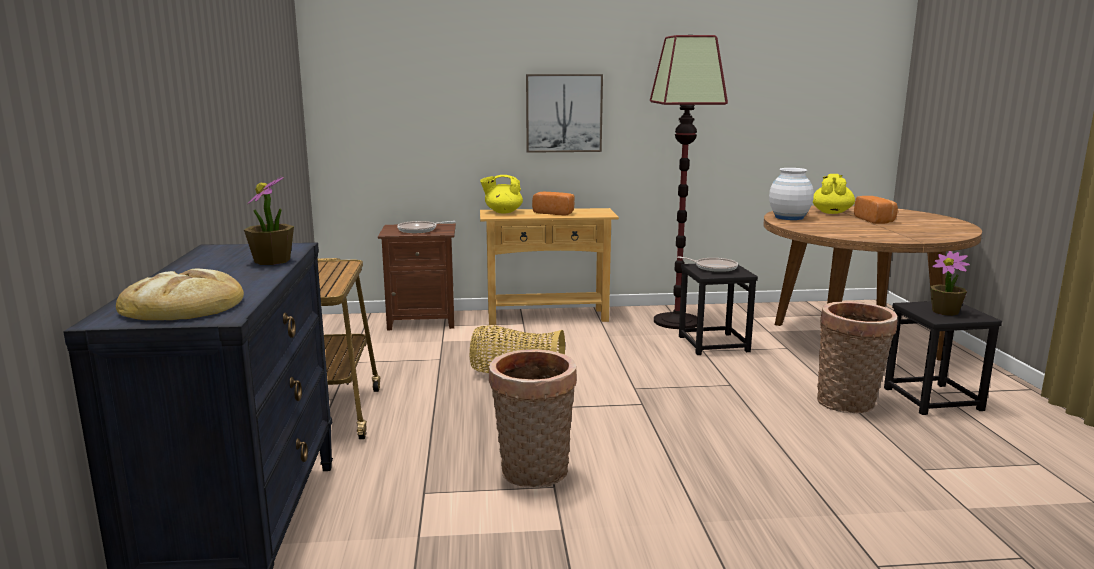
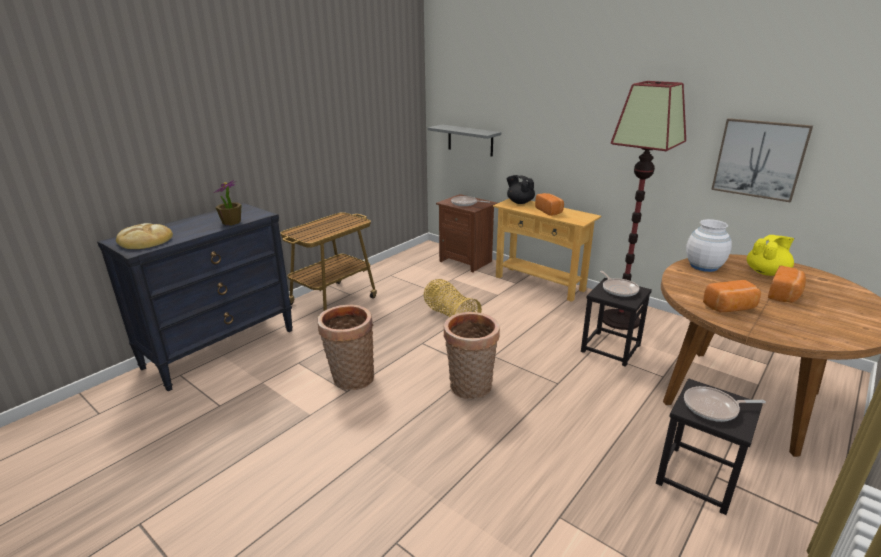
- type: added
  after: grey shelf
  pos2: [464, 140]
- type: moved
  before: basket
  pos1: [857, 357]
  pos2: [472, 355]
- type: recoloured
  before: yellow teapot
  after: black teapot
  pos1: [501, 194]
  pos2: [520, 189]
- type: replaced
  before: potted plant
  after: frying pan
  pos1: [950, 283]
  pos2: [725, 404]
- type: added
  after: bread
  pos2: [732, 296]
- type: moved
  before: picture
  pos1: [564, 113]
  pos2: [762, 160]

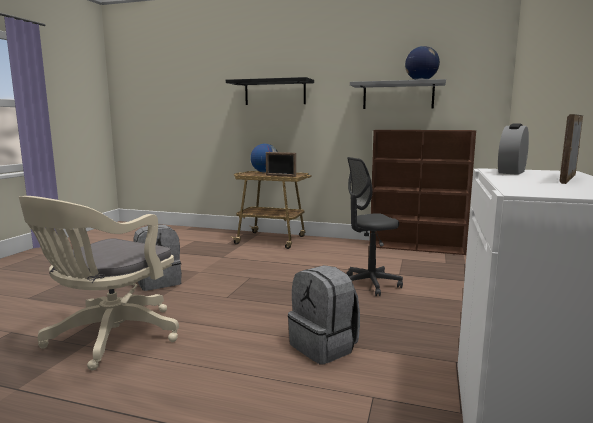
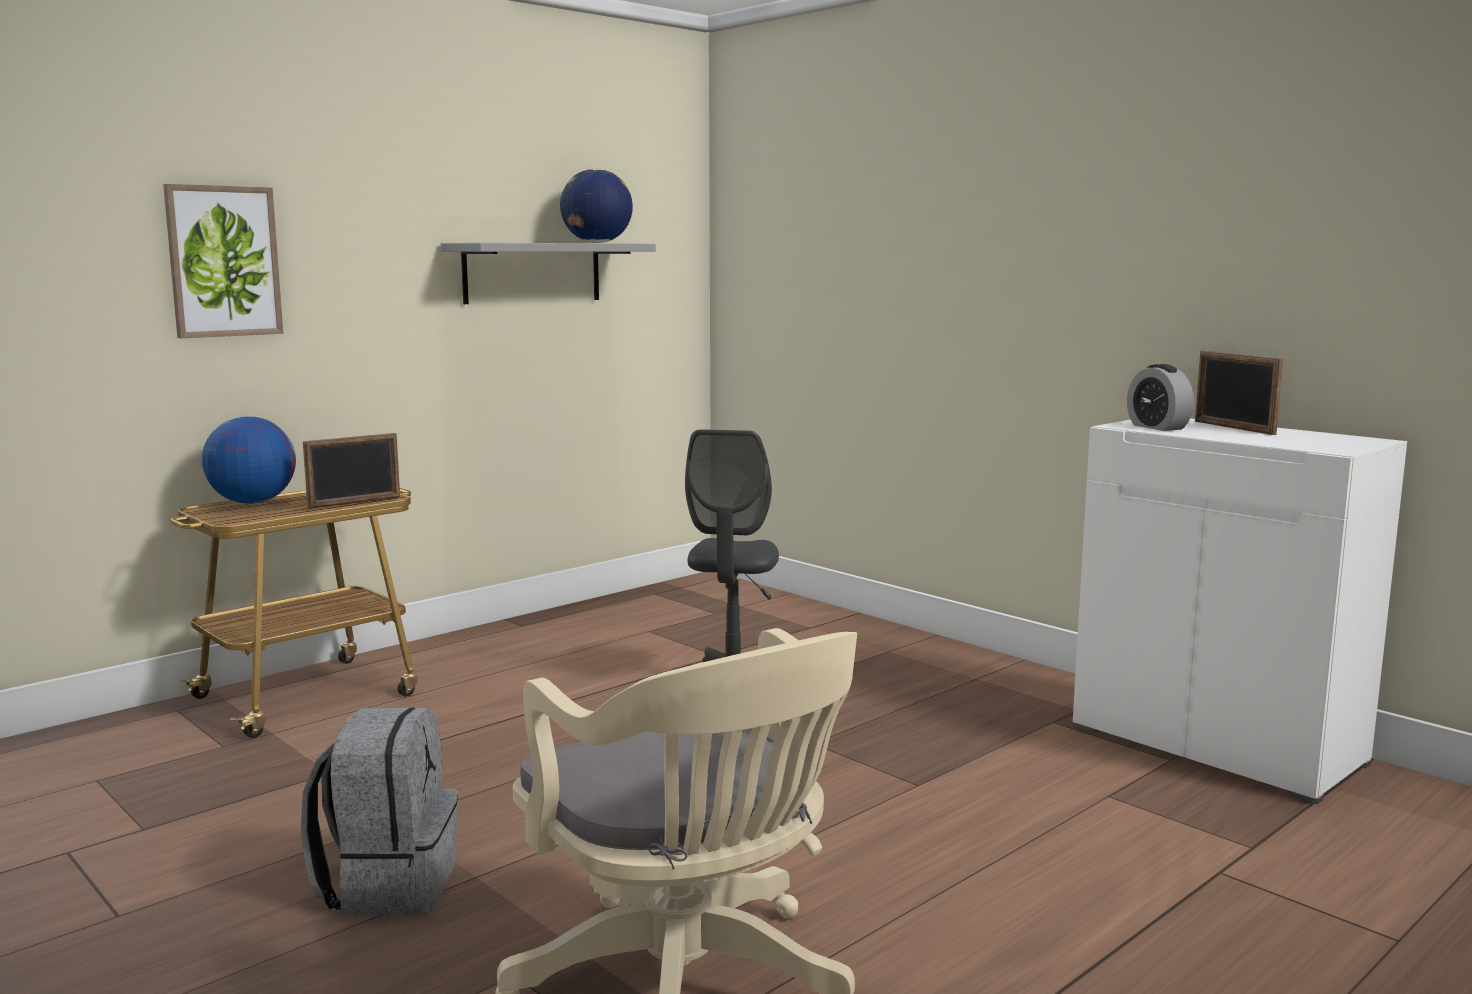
- type: replaced
  before: black shelf
  after: picture
  pos1: [270, 91]
  pos2: [223, 261]
- type: removed
  before: grey backpack
  pos1: [324, 314]
- type: removed
  before: brown bookcase
  pos1: [422, 192]

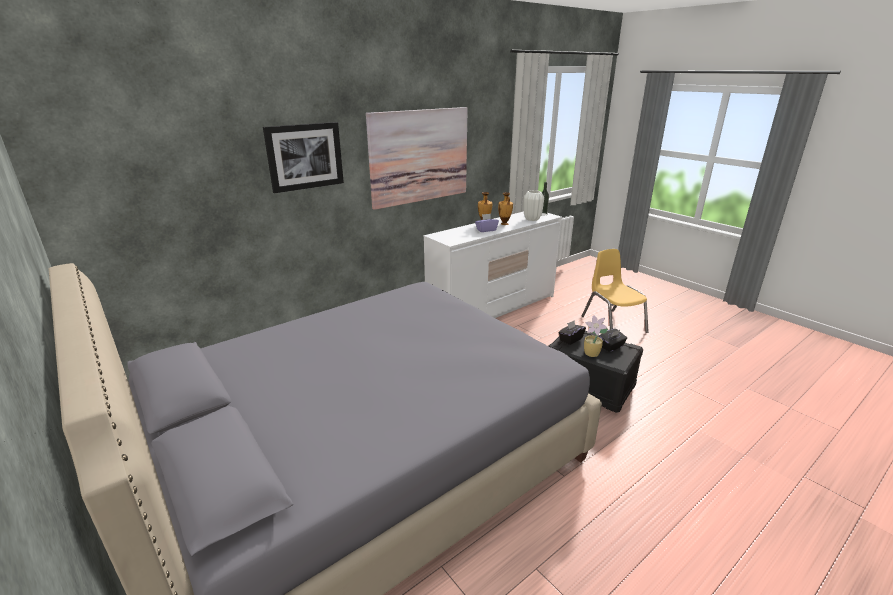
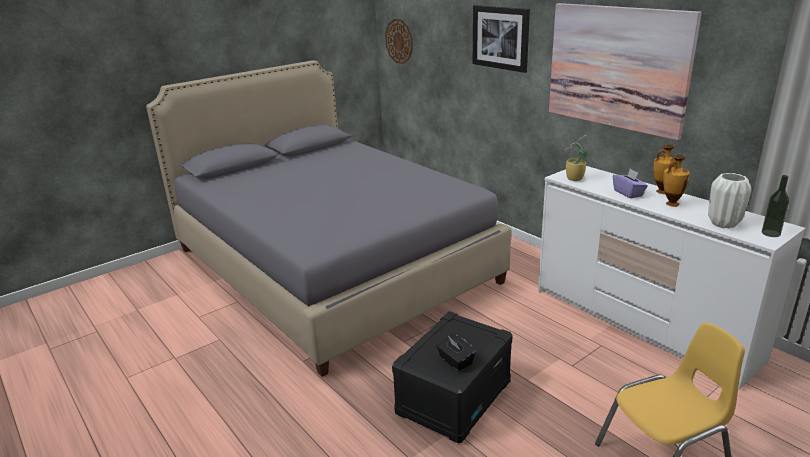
- type: added
  after: wall clock
  pos2: [399, 41]
- type: moved
  before: potted plant
  pos1: [596, 336]
  pos2: [577, 158]
- type: removed
  before: black tissue box
  pos1: [572, 332]

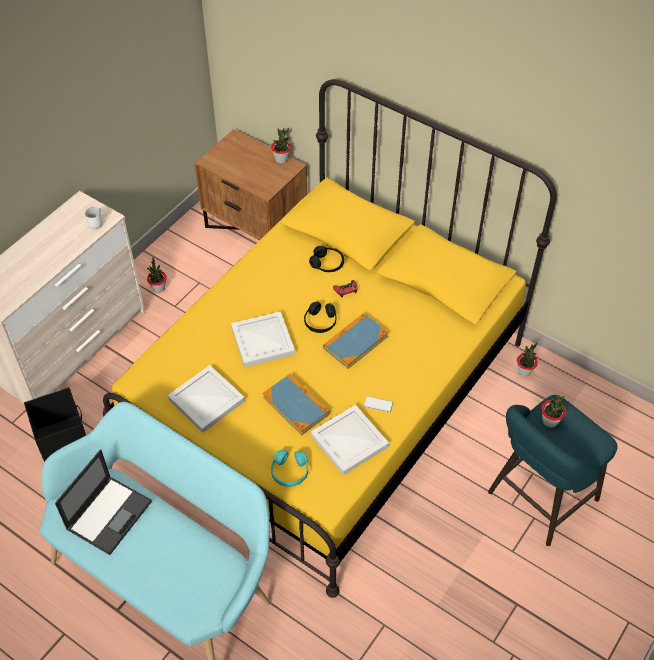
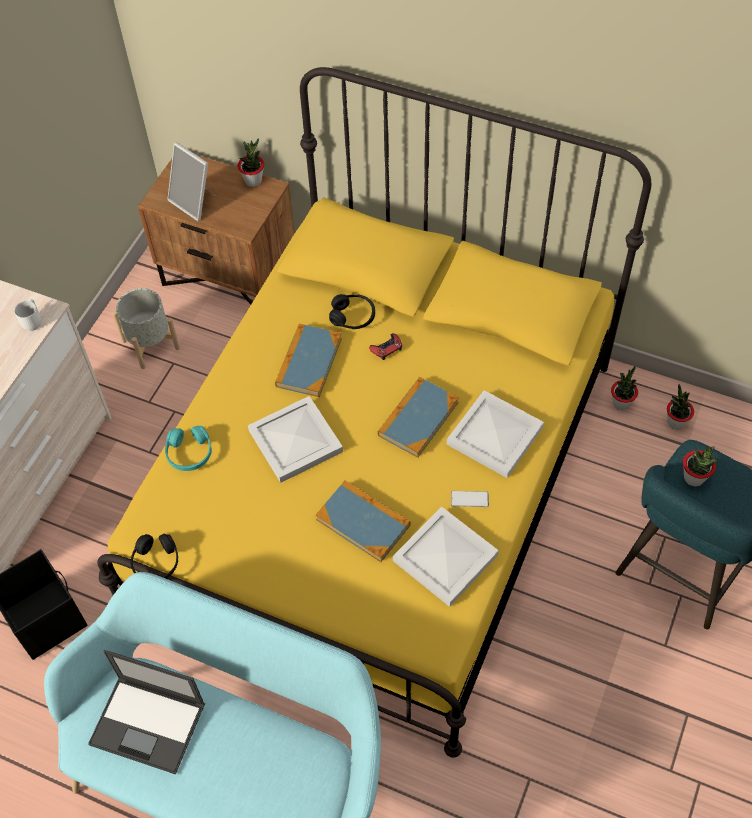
- type: turned
  before: laptop
  pos1: [103, 502]
  pos2: [146, 712]
  turn: 90
- type: added
  after: grey planter
  pos2: [146, 328]
- type: moved
  before: black headphones
  pos1: [320, 317]
  pos2: [154, 556]
- type: moved
  before: turquoise headphones
  pos1: [289, 468]
  pos2: [188, 448]
- type: added
  after: picture frame
  pos2: [191, 181]
- type: added
  after: book
  pos2: [308, 360]
- type: moved
  before: white tray
  pos1: [206, 399]
  pos2: [495, 434]
- type: moved
  before: potted plant
  pos1: [157, 275]
  pos2: [680, 406]

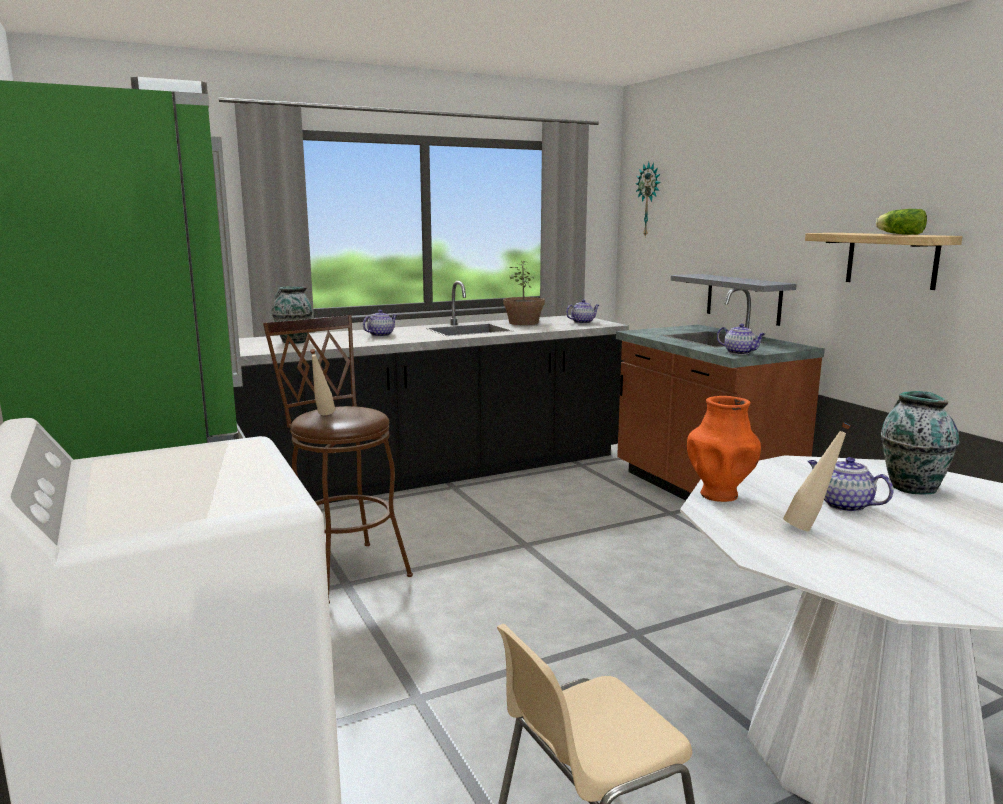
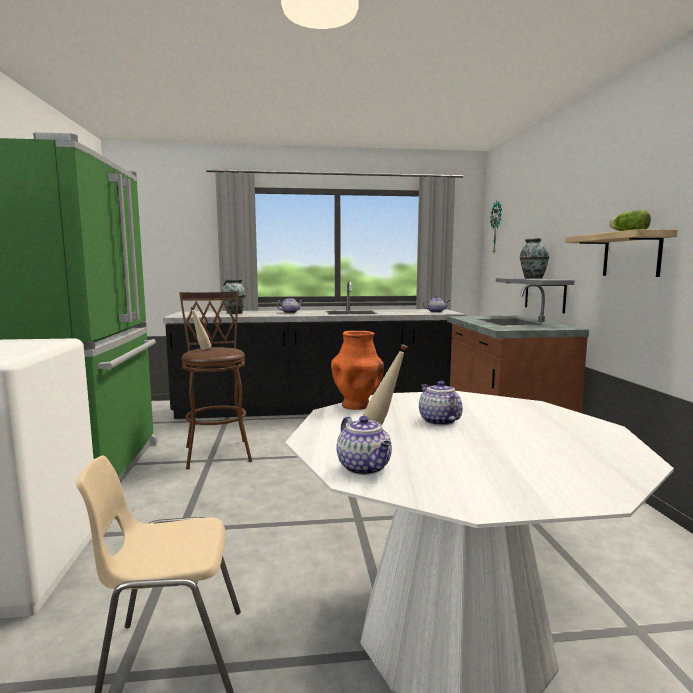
- type: moved
  before: teapot
  pos1: [741, 339]
  pos2: [364, 445]
- type: moved
  before: vase
  pos1: [920, 442]
  pos2: [534, 258]
- type: removed
  before: potted plant
  pos1: [524, 293]

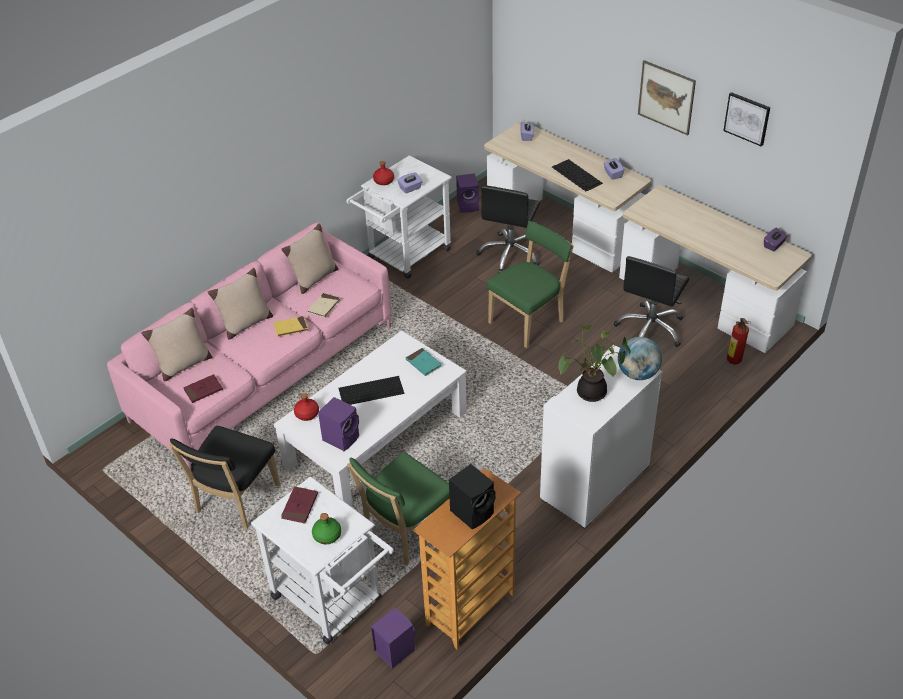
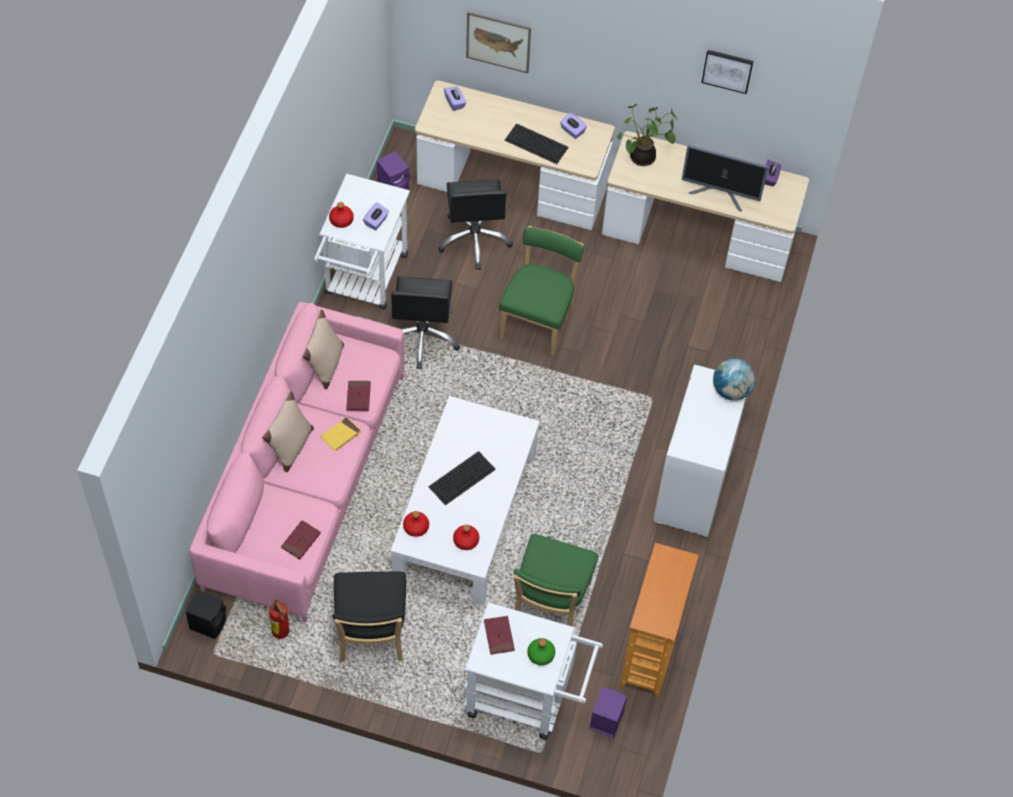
- type: moved
  before: black speaker
  pos1: [472, 496]
  pos2: [205, 614]
- type: moved
  before: fire extinguisher
  pos1: [738, 341]
  pos2: [279, 619]
- type: recoloured
  before: beige book
  after: red book
  pos1: [323, 305]
  pos2: [358, 396]
- type: moved
  before: black office chair
  pos1: [651, 301]
  pos2: [425, 322]
- type: replaced
  before: purple speaker
  after: red bottle
  pos1: [338, 424]
  pos2: [466, 537]
- type: moved
  before: picture
  pos1: [667, 97]
  pos2: [498, 42]
- type: moved
  before: potted plant
  pos1: [595, 363]
  pos2: [647, 135]
- type: added
  after: monitor
  pos2: [725, 178]
- type: removed
  before: beige pillow
  pos1: [177, 344]
- type: removed
  before: turquoise book
  pos1: [424, 362]

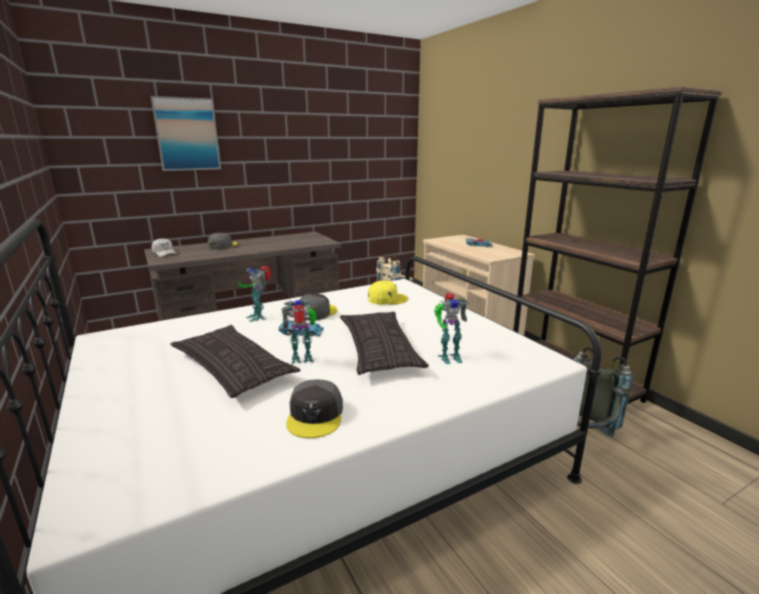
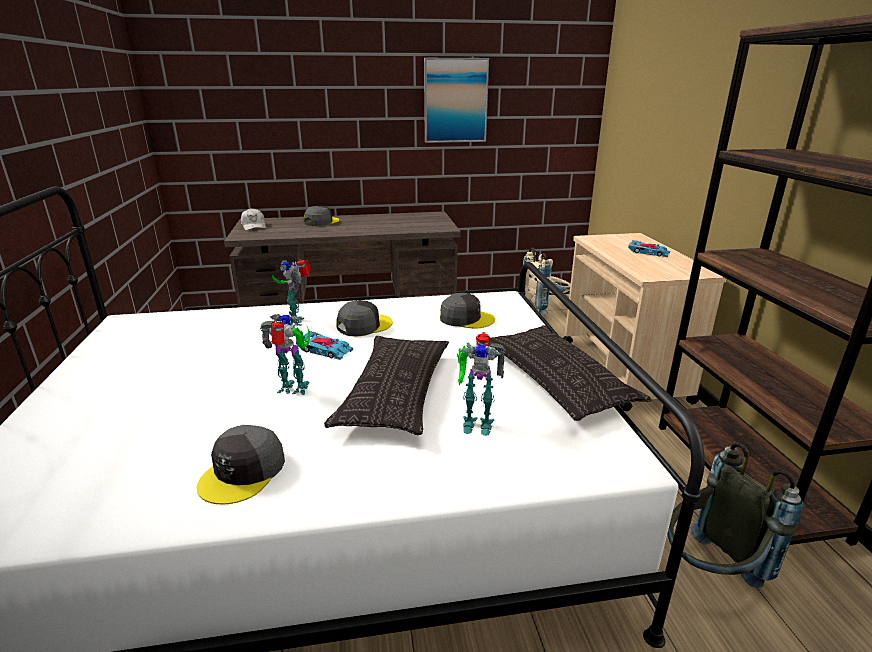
- type: moved
  before: picture
  pos1: [186, 133]
  pos2: [456, 100]
- type: recoloured
  before: yellow cap
  after: grey cap
  pos1: [388, 293]
  pos2: [467, 311]
- type: moved
  before: pillow
  pos1: [235, 361]
  pos2: [570, 373]

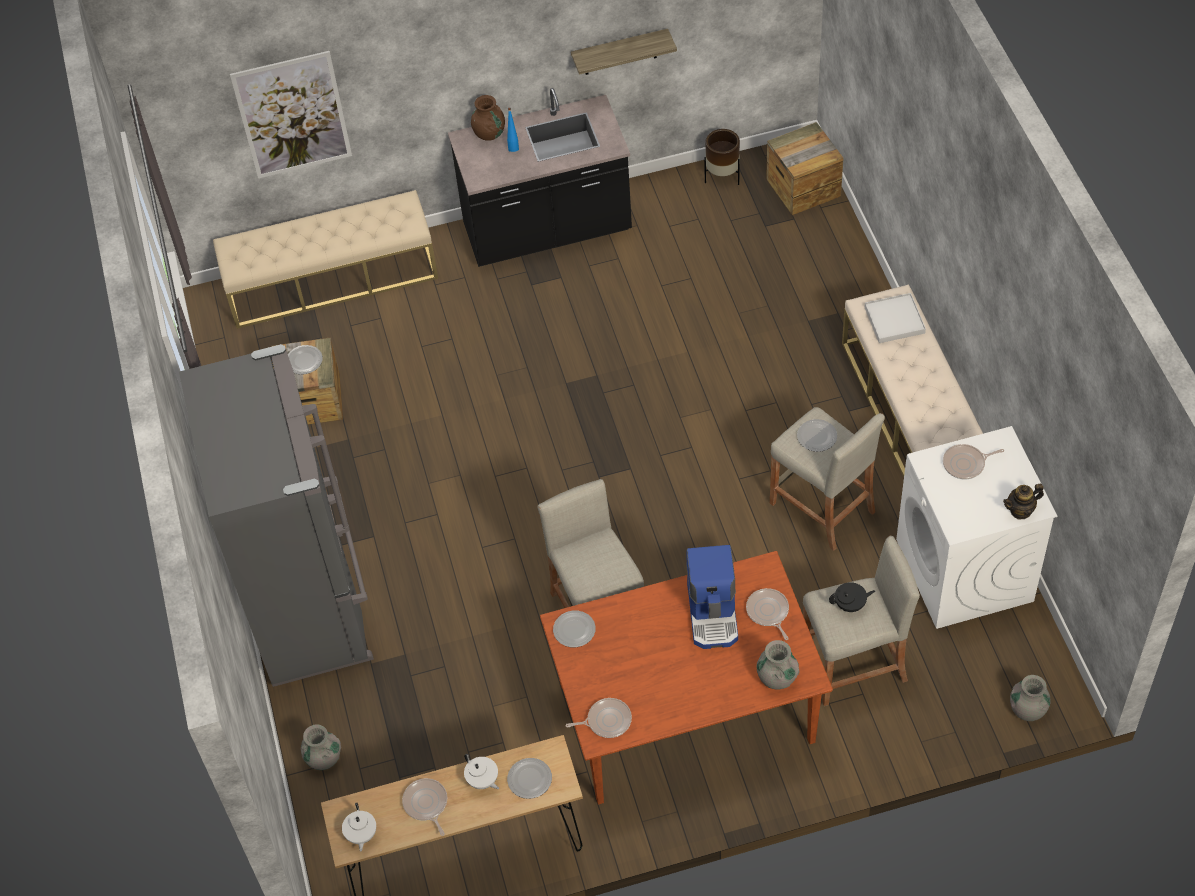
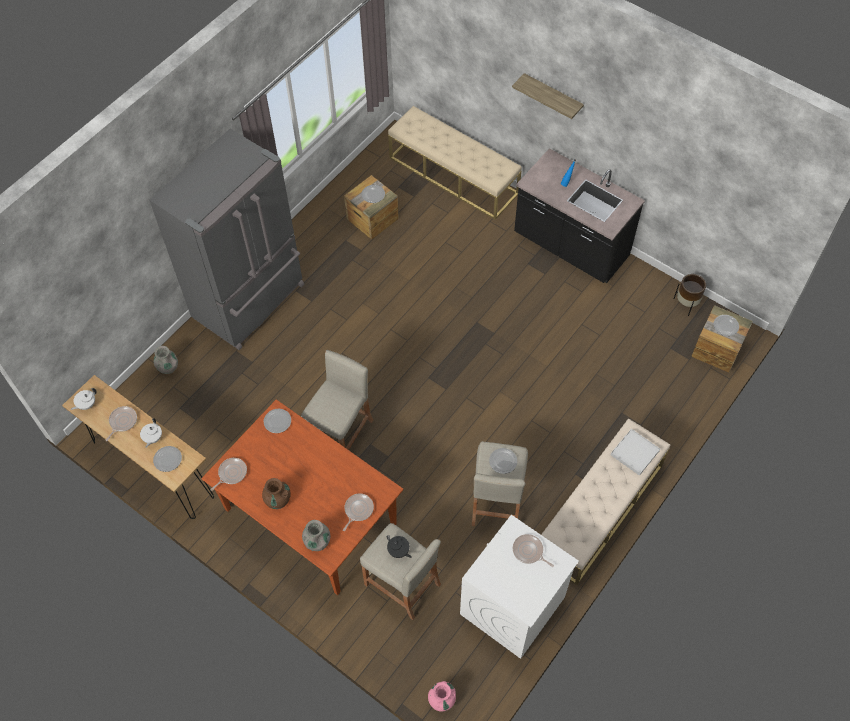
- type: turned
  before: frying pan
  pos1: [599, 718]
  pos2: [229, 474]
  turn: -90
- type: moved
  before: brown vase
  pos1: [488, 118]
  pos2: [276, 493]
- type: recoloured
  before: grey vase
  after: pink vase
  pos1: [1030, 698]
  pos2: [442, 696]
- type: moved
  before: shelf
  pos1: [624, 52]
  pos2: [548, 96]
- type: added
  after: plate
  pos2: [726, 325]
- type: removed
  before: picture
  pos1: [291, 114]
- type: removed
  before: coffee machine
  pos1: [712, 597]
- type: removed
  before: teapot
  pos1: [1023, 501]

